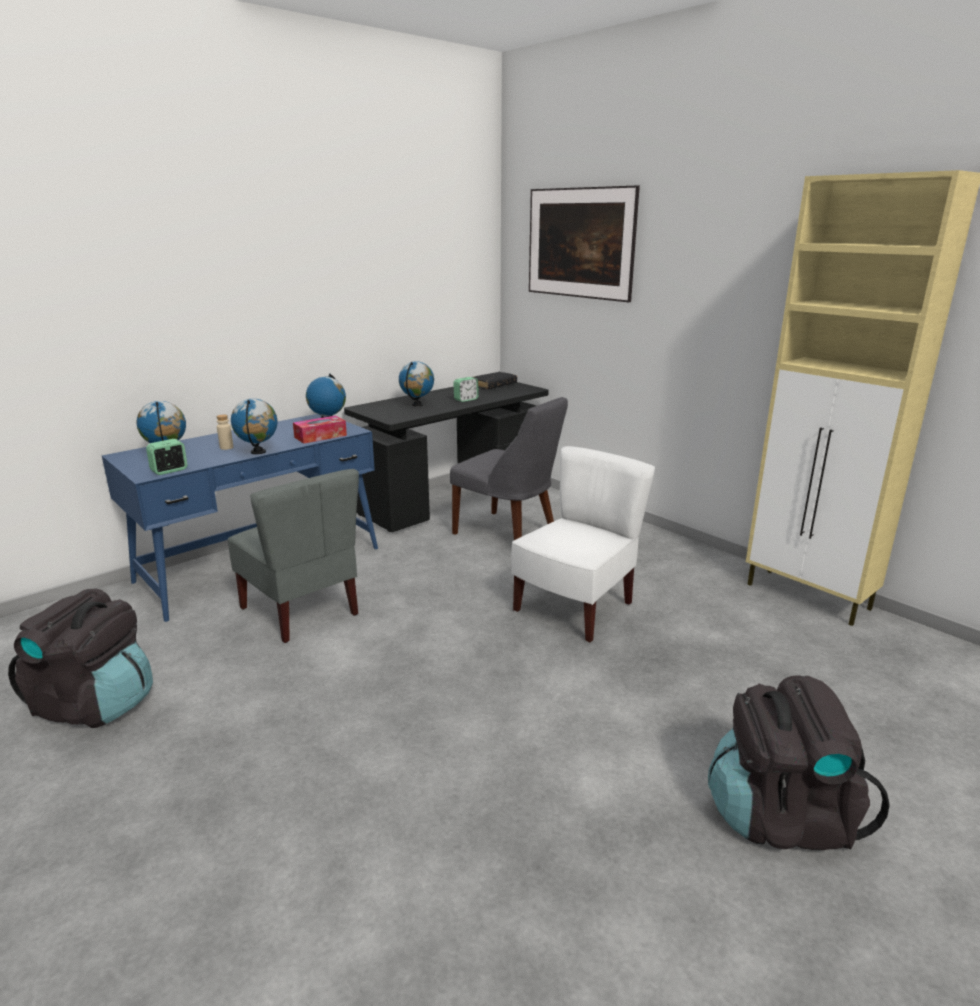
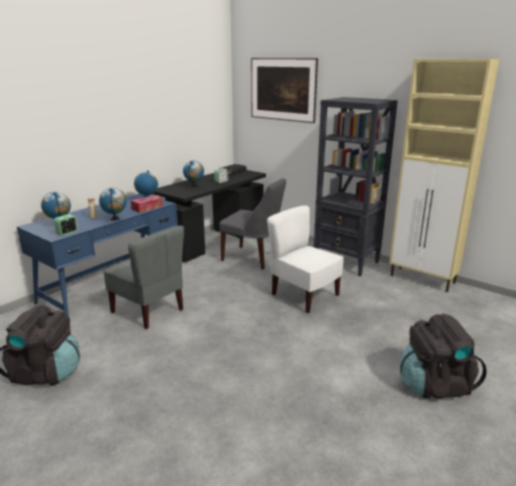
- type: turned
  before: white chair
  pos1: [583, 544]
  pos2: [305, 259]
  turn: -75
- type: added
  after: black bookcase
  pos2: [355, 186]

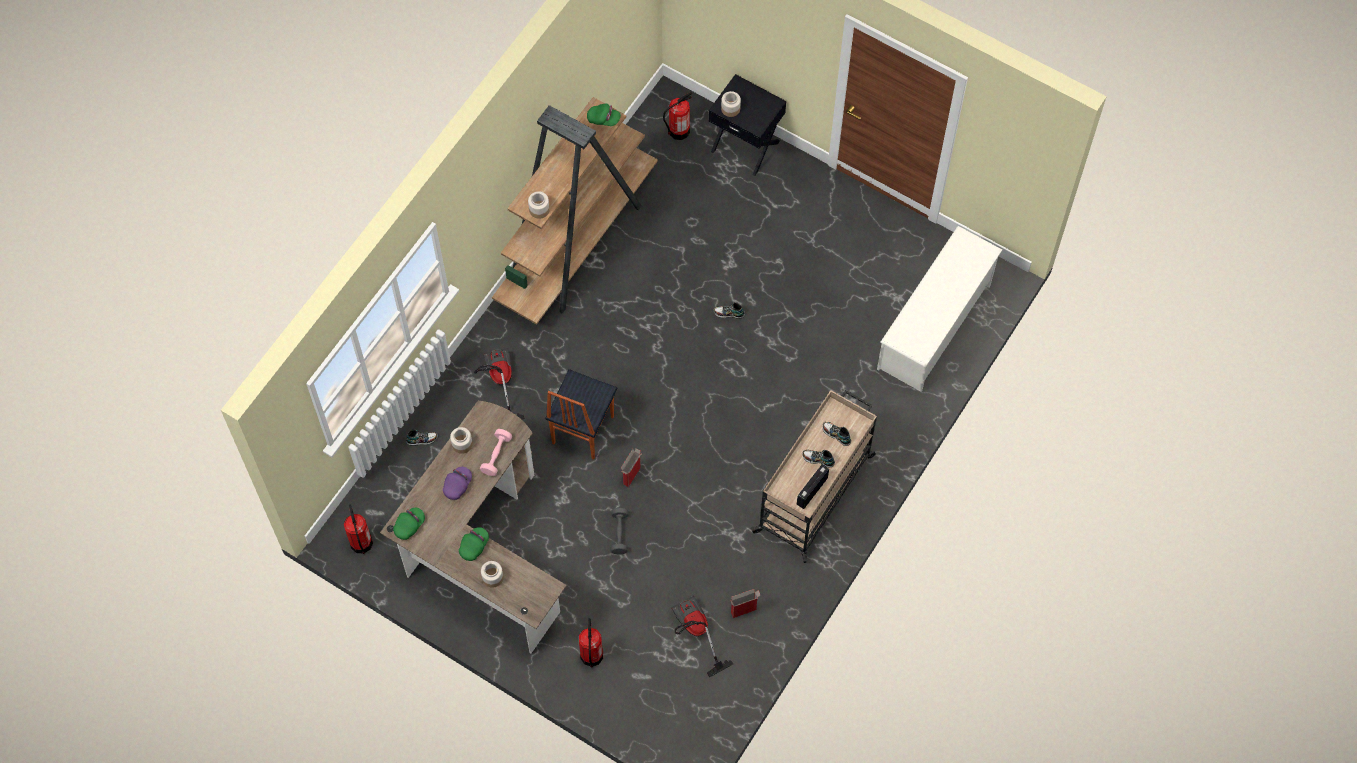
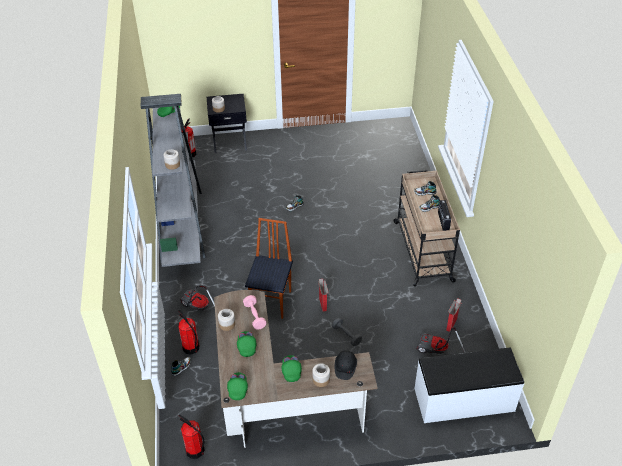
- type: recoloured
  before: brown bookcase
  after: grey bookcase
  pos1: [575, 211]
  pos2: [173, 180]
- type: moved
  before: fire extinguisher
  pos1: [591, 643]
  pos2: [188, 332]
- type: recoloured
  before: purple cap
  after: green cap
  pos1: [457, 483]
  pos2: [246, 344]
- type: turned
  before: chair
  pos1: [581, 414]
  pos2: [269, 268]
  turn: -150
- type: added
  after: black hard hat
  pos2: [346, 365]
- type: added
  after: white bench
  pos2: [469, 385]
- type: removed
  before: white shoe rack
  pos1: [939, 309]

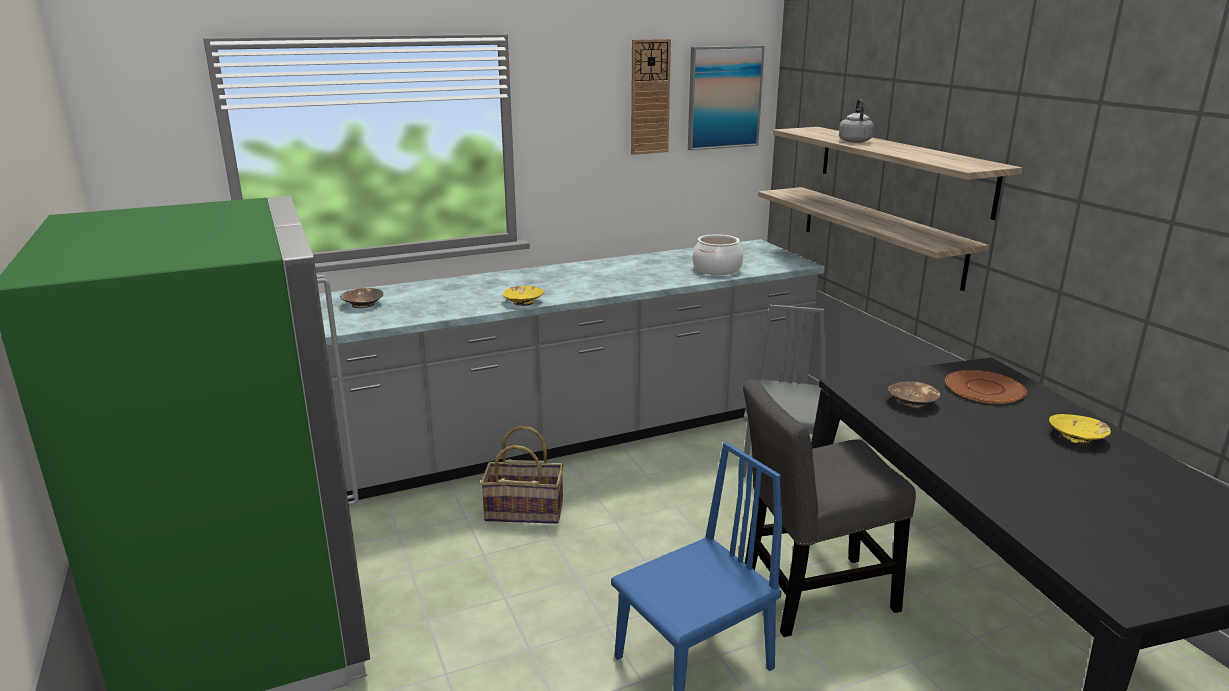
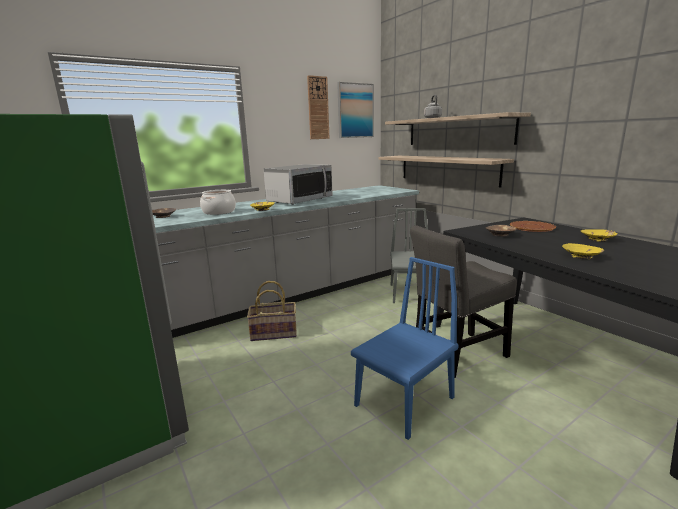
- type: moved
  before: cooking pot
  pos1: [717, 254]
  pos2: [218, 202]
- type: added
  after: microwave
  pos2: [298, 184]
- type: added
  after: yellow bowl
  pos2: [583, 251]

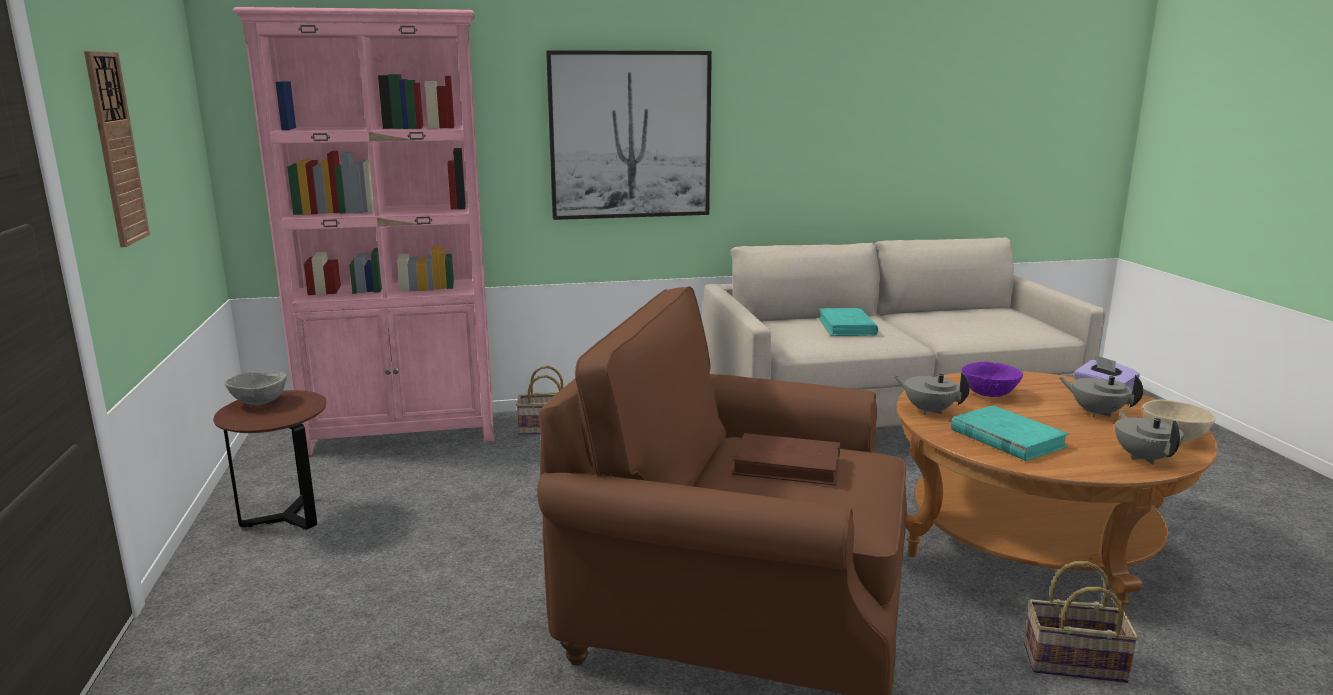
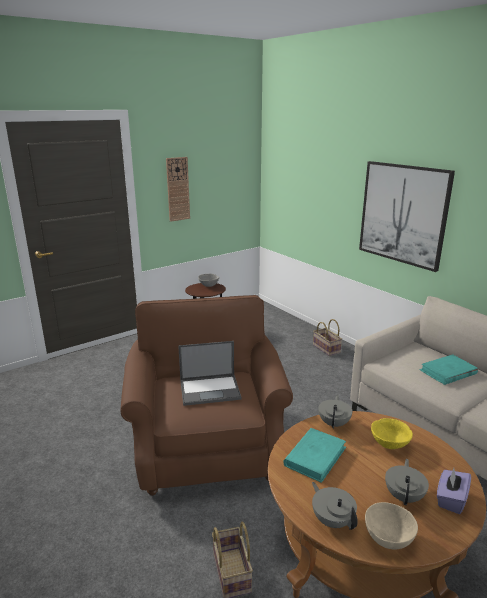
- type: replaced
  before: brown book
  after: laptop
  pos1: [786, 459]
  pos2: [209, 373]
- type: turned
  before: grey teapot
  pos1: [1149, 438]
  pos2: [335, 506]
  turn: -90
- type: recoloured
  before: purple bowl
  after: yellow bowl
  pos1: [992, 379]
  pos2: [392, 433]
- type: removed
  before: pink bookcase
  pos1: [363, 231]

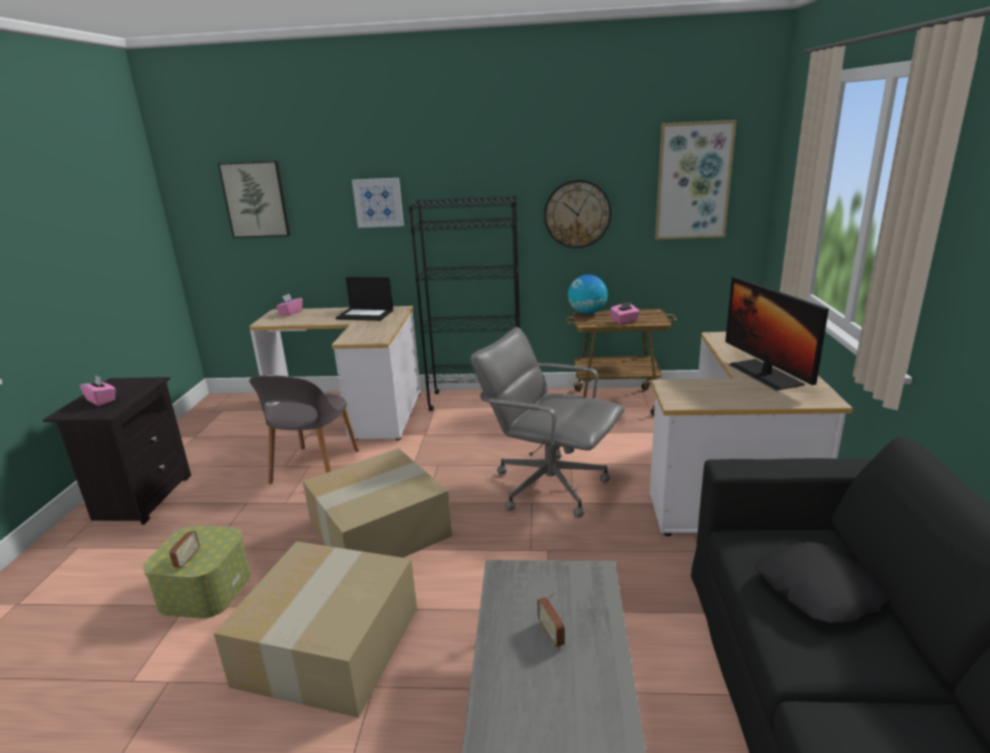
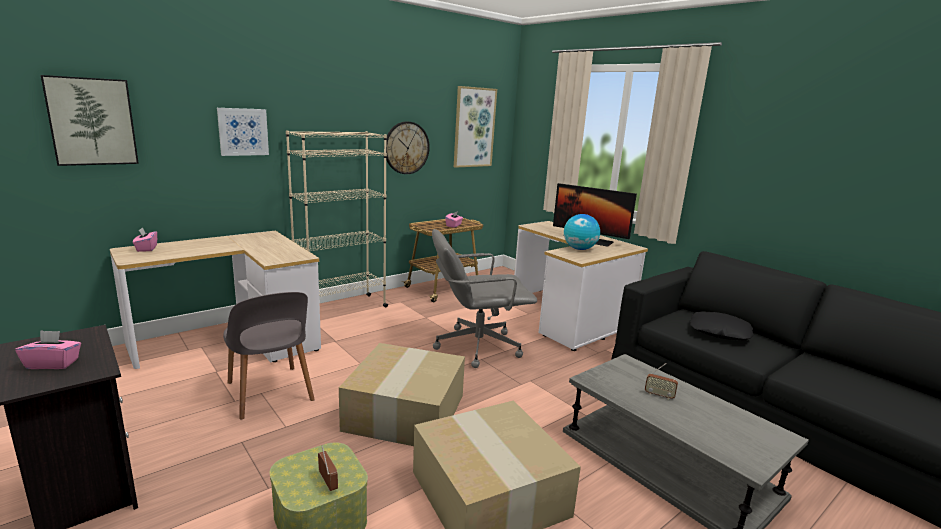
- type: recoloured
  before: black bookcase
  after: beige bookcase
  pos1: [464, 303]
  pos2: [337, 218]
- type: moved
  before: globe
  pos1: [588, 294]
  pos2: [581, 232]
- type: removed
  before: laptop
  pos1: [364, 299]

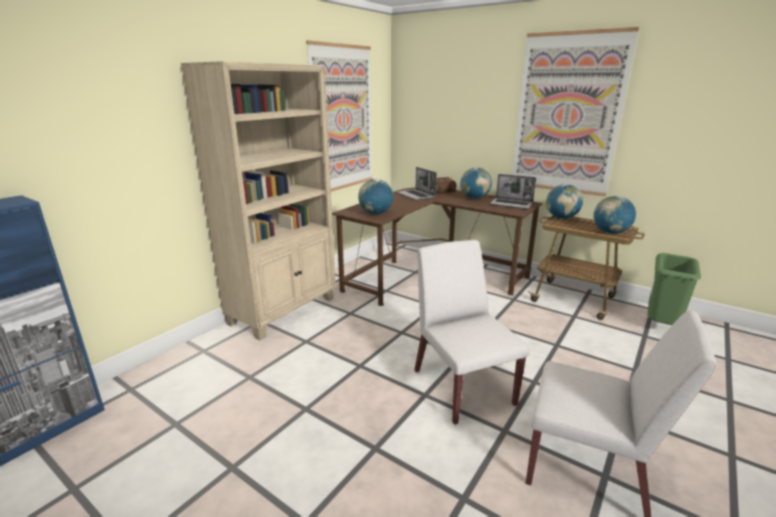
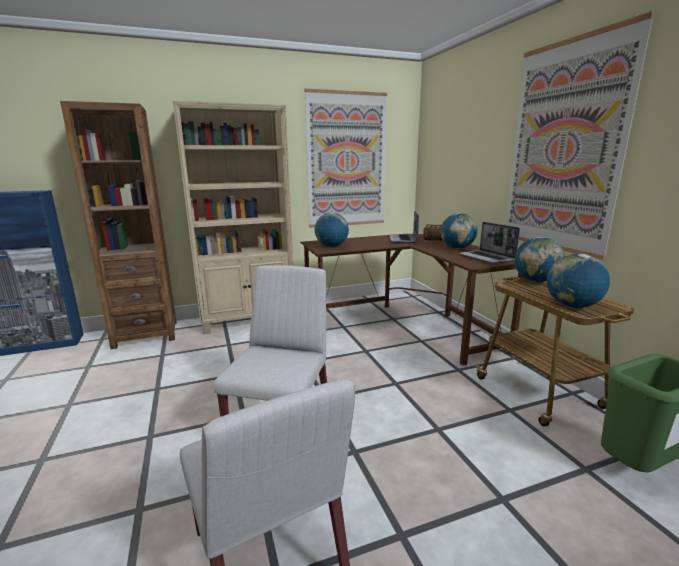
- type: added
  after: brown bookcase
  pos2: [118, 225]

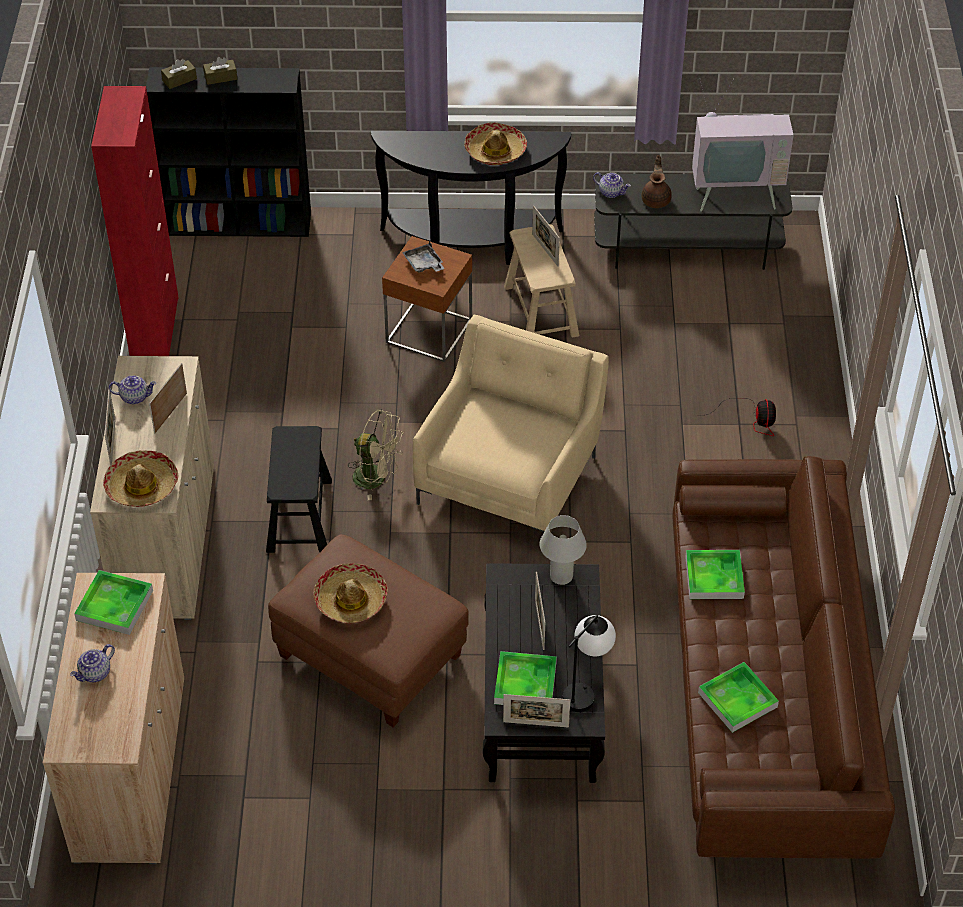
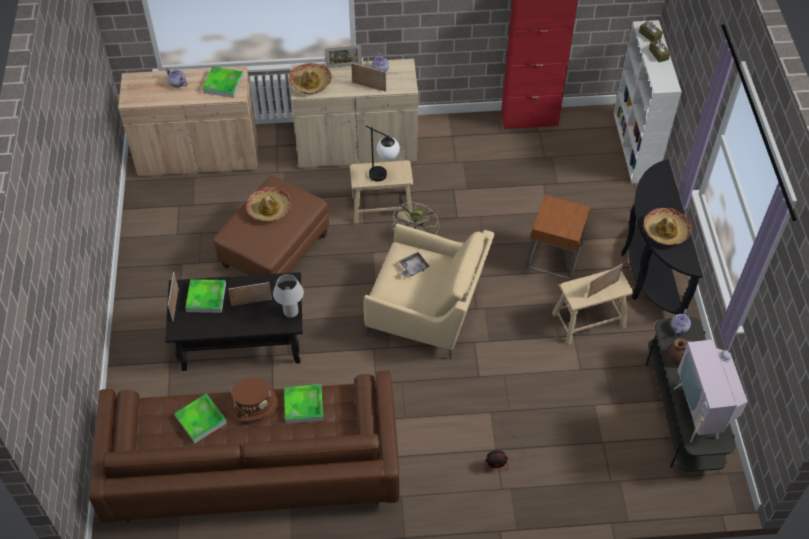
- type: added
  after: brown hat
  pos2: [253, 399]
- type: recoloured
  before: black stool
  after: beige stool
  pos1: [299, 489]
  pos2: [381, 191]
- type: moved
  before: table lamp
  pos1: [589, 663]
  pos2: [383, 154]
- type: moved
  before: grey tray
  pos1: [423, 257]
  pos2: [414, 264]
- type: recoloured
  before: black bookcase
  after: white bookcase
  pos1: [228, 152]
  pos2: [648, 101]

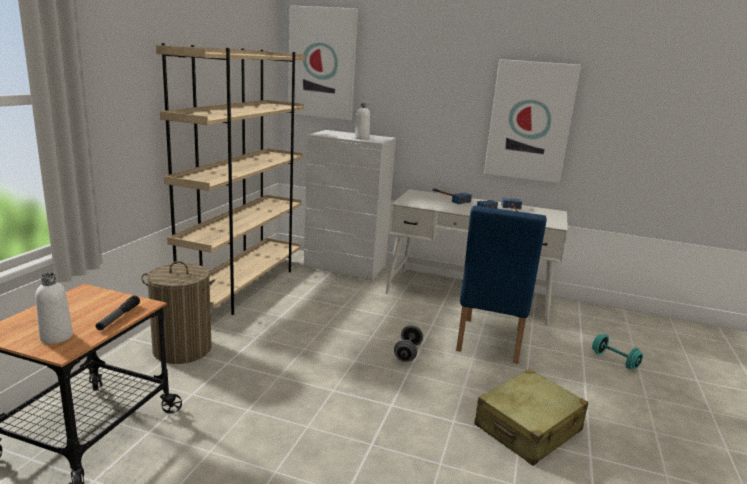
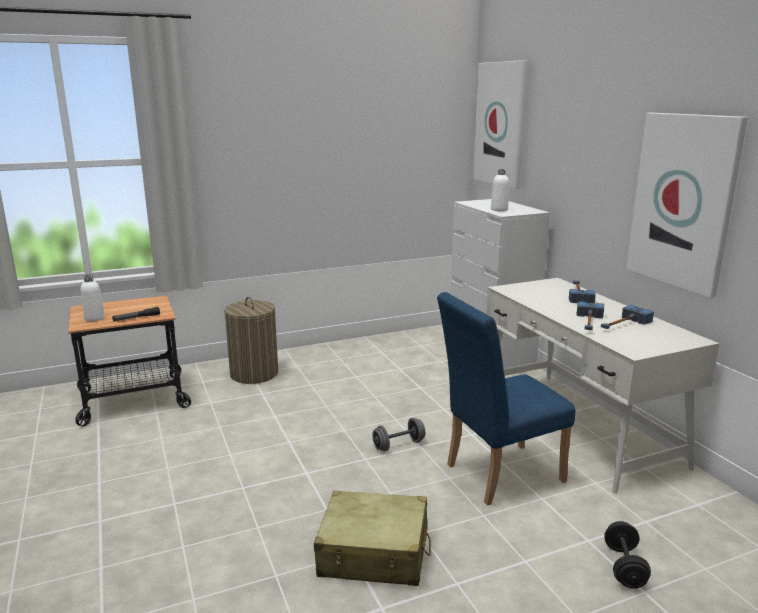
- type: recoloured
  before: turquoise dumbbell
  after: black dumbbell
  pos1: [617, 351]
  pos2: [627, 555]
- type: removed
  before: beige bookcase
  pos1: [230, 179]

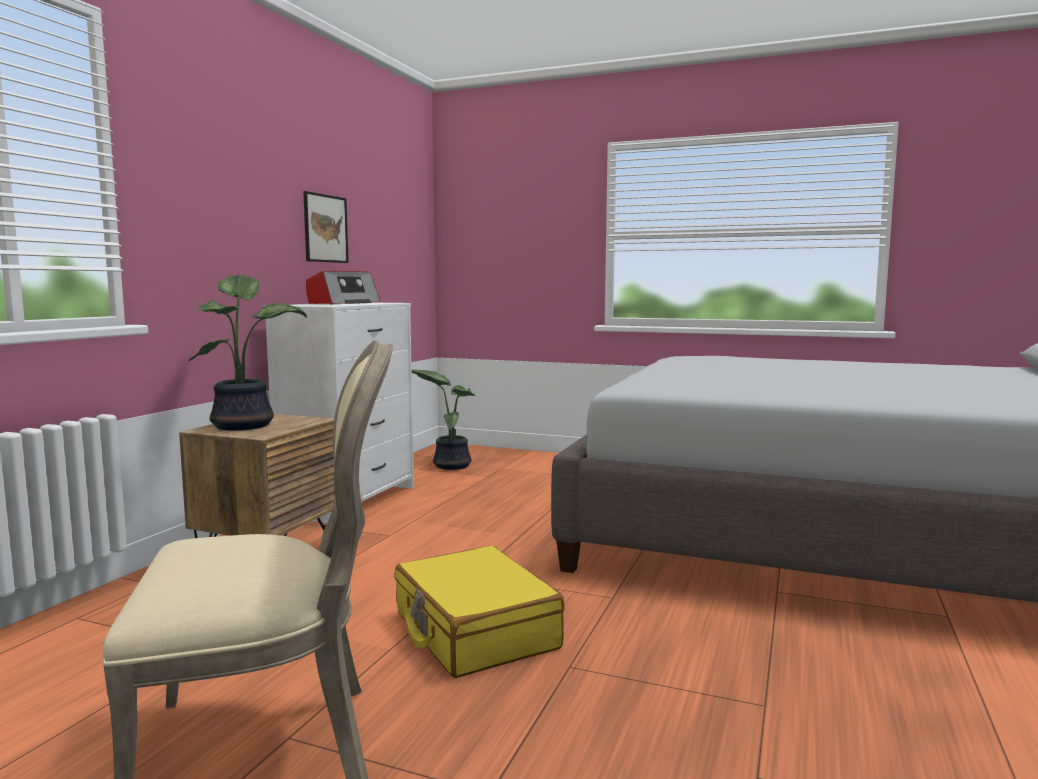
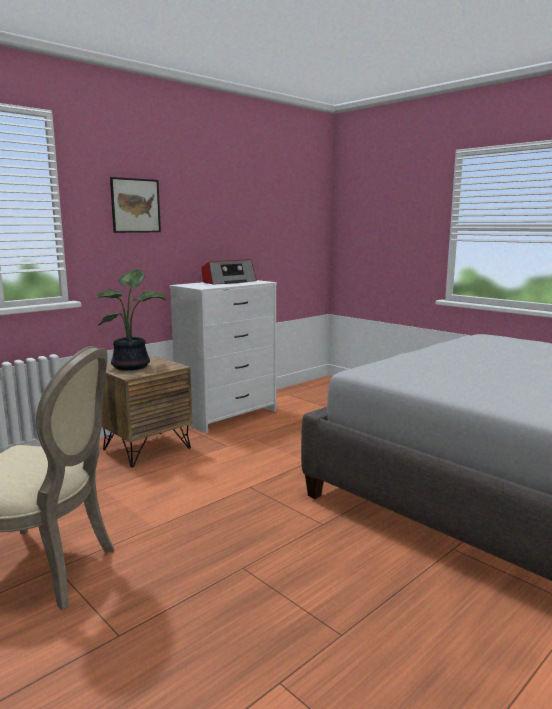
- type: moved
  before: picture
  pos1: [326, 227]
  pos2: [135, 205]
- type: removed
  before: yellow suitcase
  pos1: [480, 611]
- type: removed
  before: potted plant
  pos1: [444, 419]

